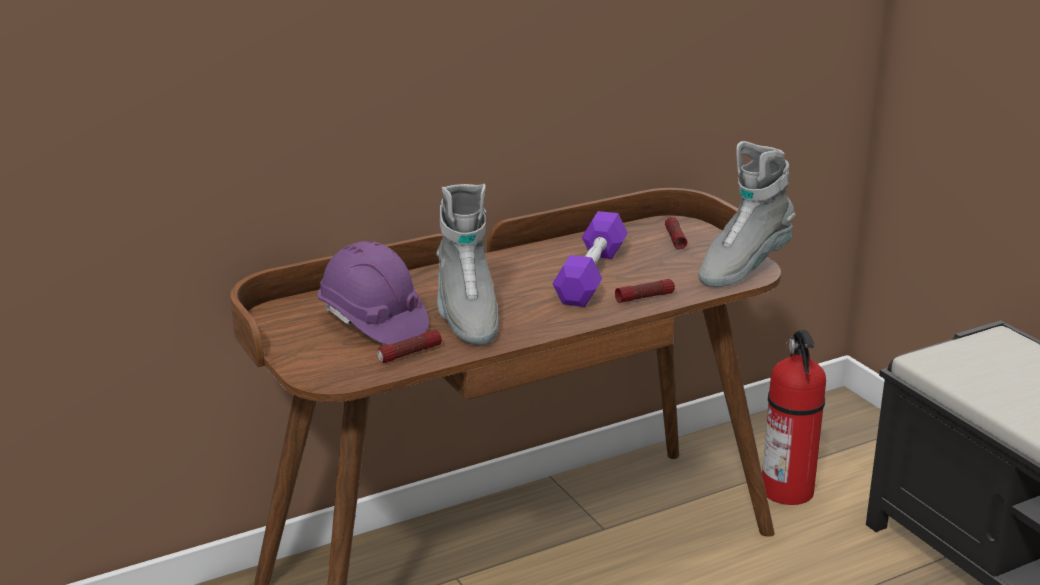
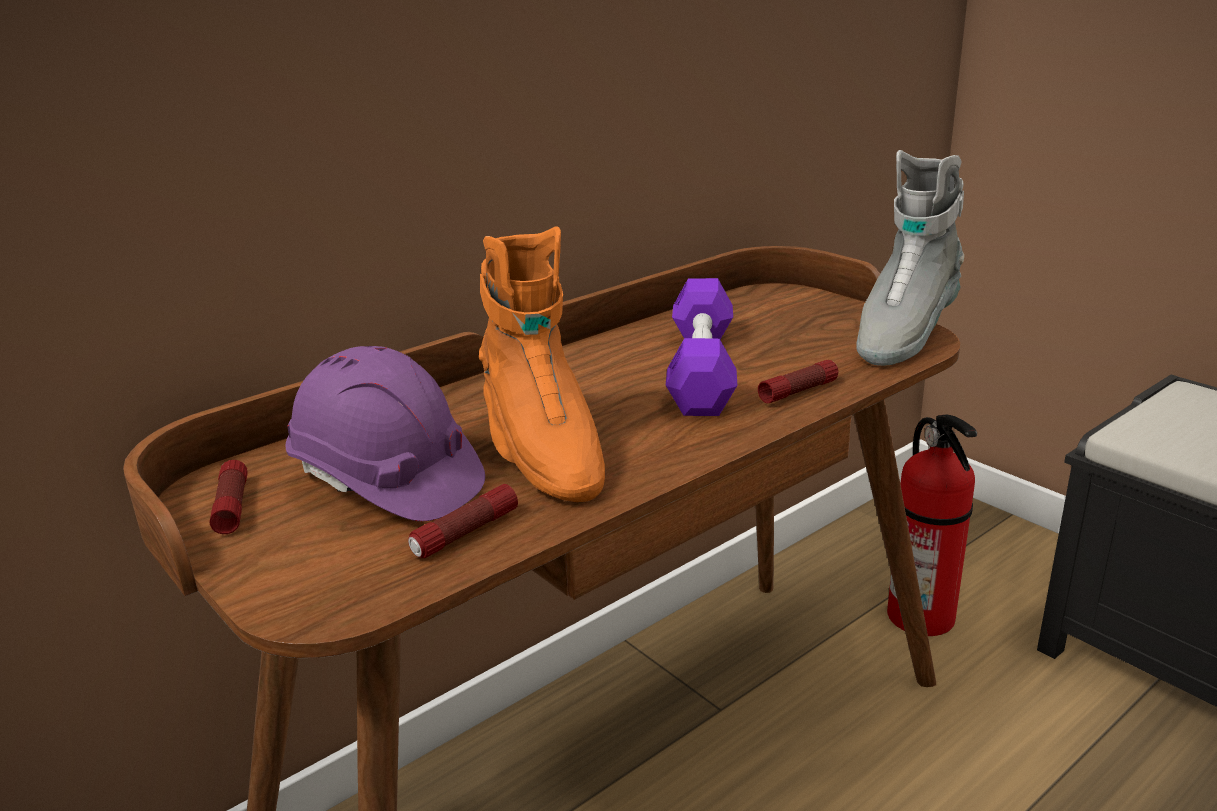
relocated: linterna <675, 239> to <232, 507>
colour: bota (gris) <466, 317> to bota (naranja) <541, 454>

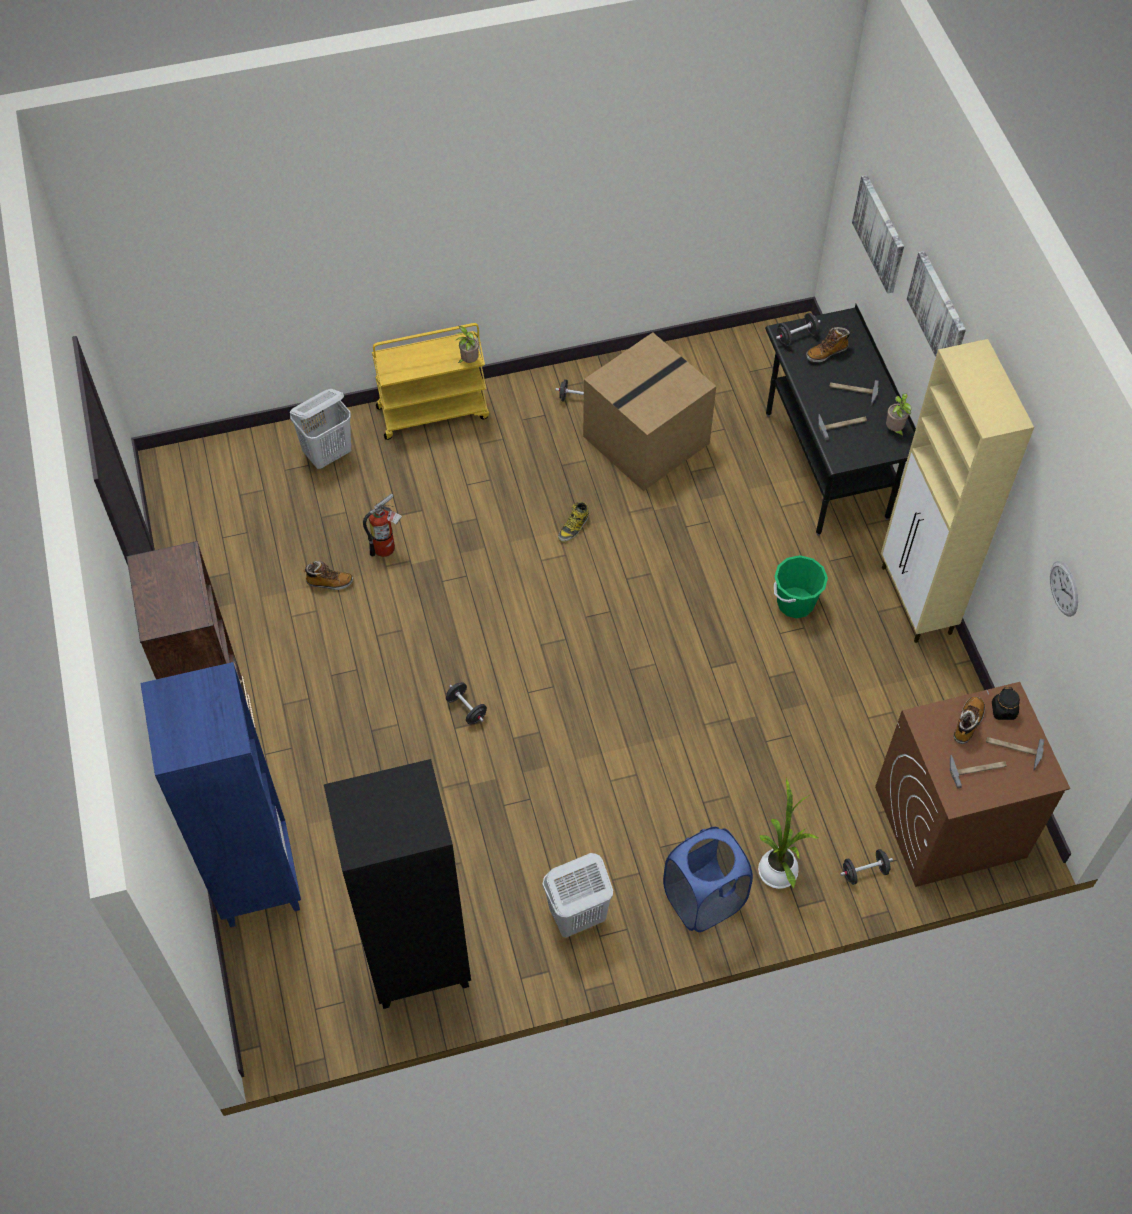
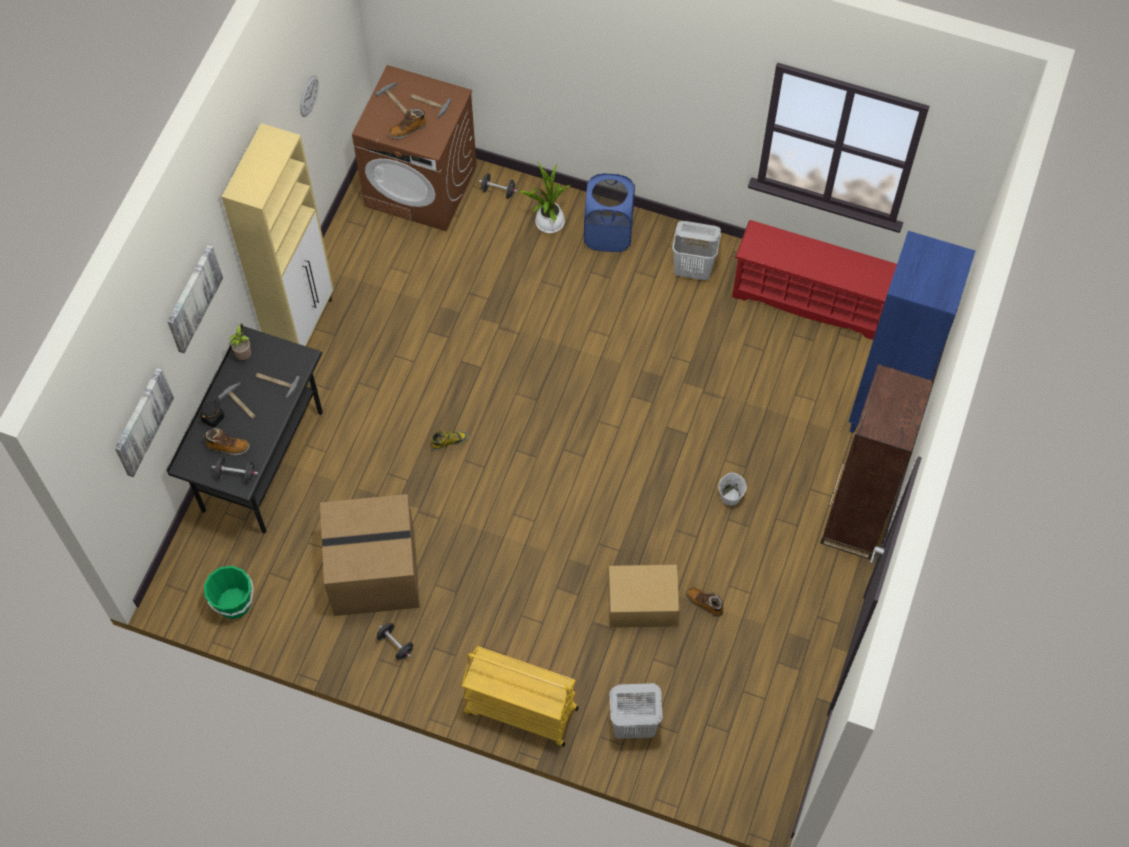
missing: planta en maceta <468, 361>; mancuerna (negro) <466, 709>
appeared: cubo (blanco) <730, 496>
relocated: bota <573, 527> to <449, 441>; cubo (verde) <795, 603> to <234, 603>; tarro (negro) <1003, 710> to <213, 417>
exchanged: extintor <387, 548> to caja de cartón <641, 605>; estantería (negro) <418, 965> to zapatero (rojo) <811, 300>

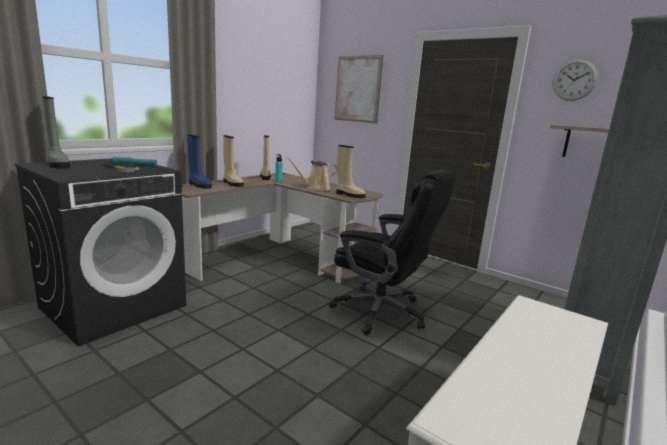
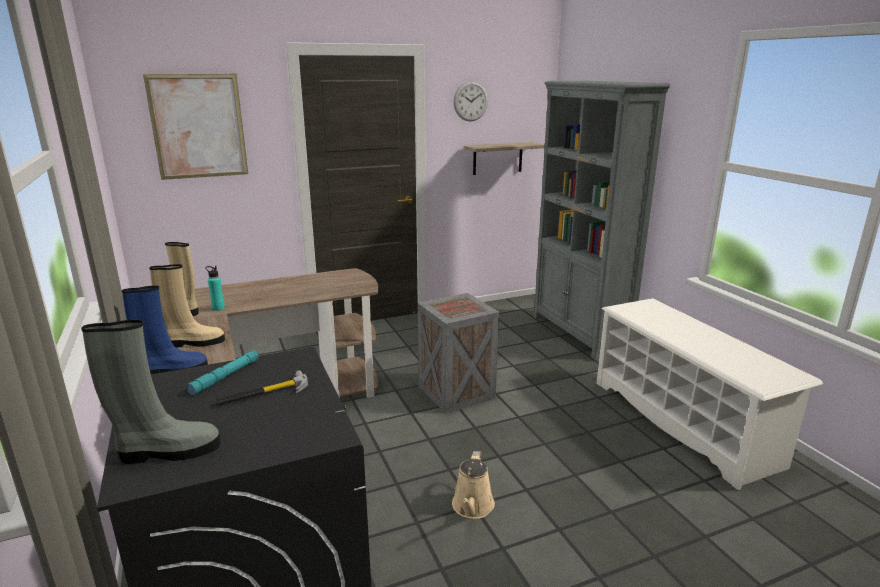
missing: bota (beis) <349, 195>
relocated: regadera (beis) <315, 188> to <472, 507>
exchanged: silla de oficina (negro) <381, 312> to caja de embalaje <458, 392>

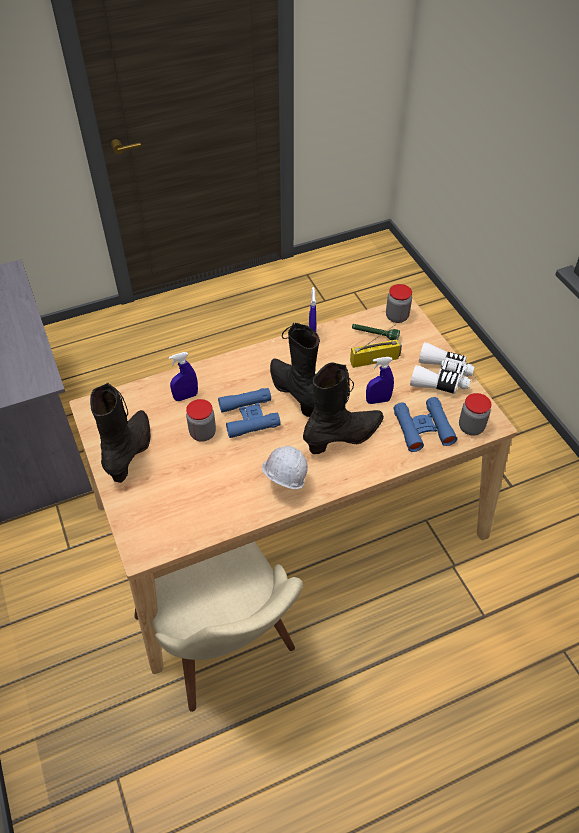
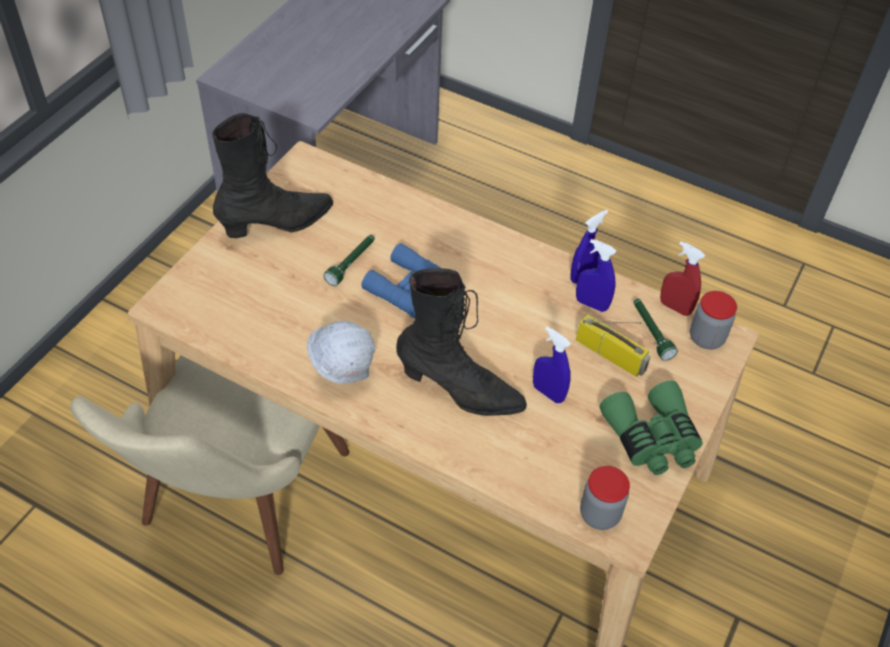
missing: bota (negro) <294, 393>; prismáticos (azul) <423, 428>
appeared: pulverizador (rojo) <675, 307>
relocated: pulverizador (azul) <186, 396> to <591, 304>
exchanged: tarro <202, 433> to linterna (verde) <351, 264>
colour: prismáticos (blanco) <441, 377> to prismáticos (verde) <652, 438>

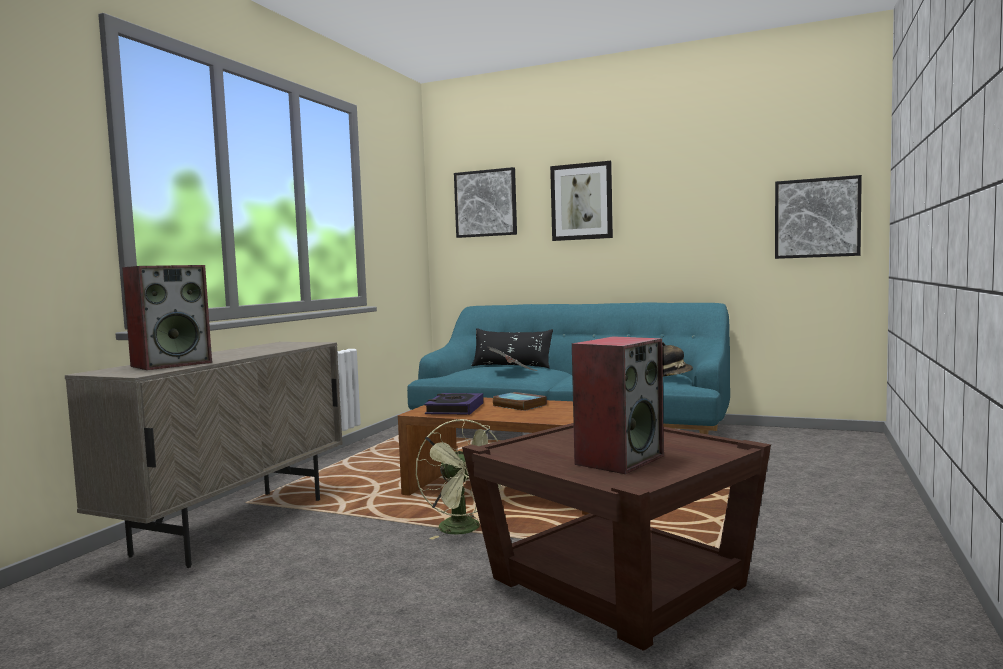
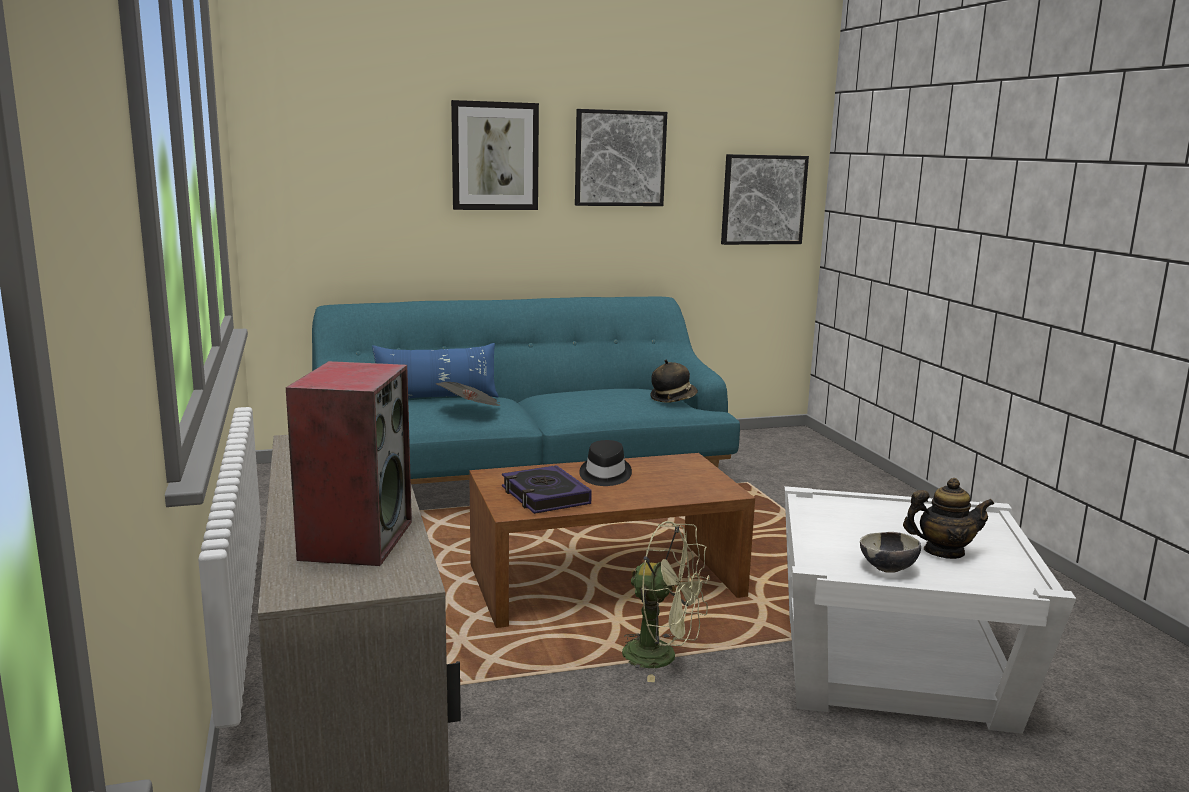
appeared: cuenco <887, 569>
relocated: cuadro <486, 203> to <619, 158>
exchanged: altavoz <619, 459> to tetera <943, 552>; libro <518, 405> to sombrero (negro) <604, 475>
colour: cojín (negro) <511, 366> to cojín (azul) <436, 398>; mesa auxiliar (marrón) <615, 583> to mesa auxiliar (blanco) <894, 672>

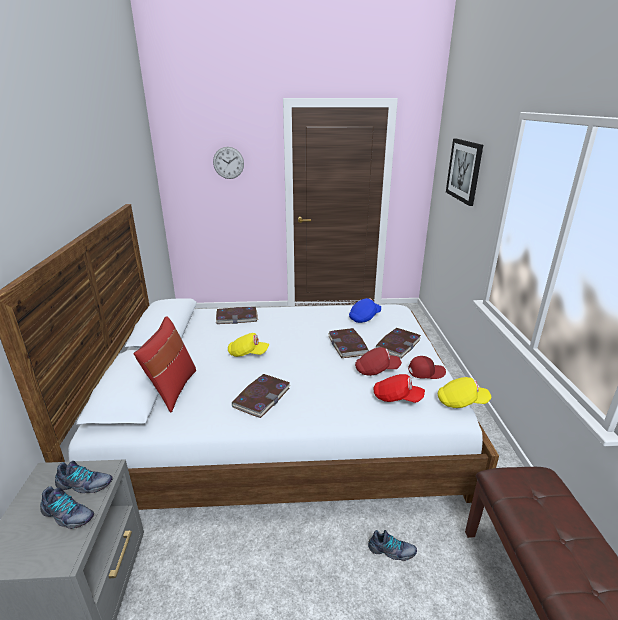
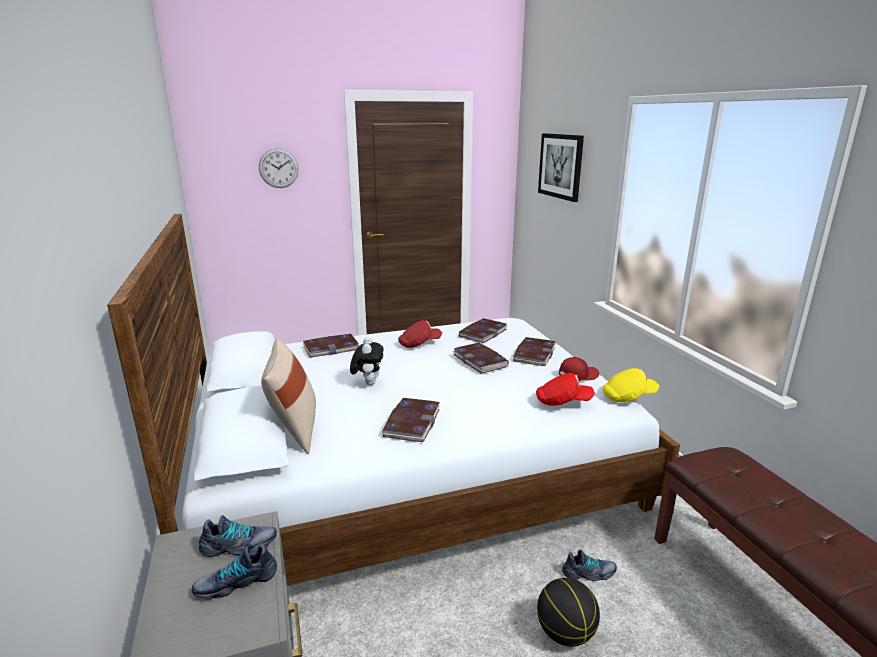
appeared: balón de baloncesto <565, 633>
relocated: gorra (rojo) <376, 370> to <419, 344>
exchanged: gorra (azul) <364, 317> to libro <483, 333>; gorra (amarillo) <248, 353> to peluche <368, 382>
colour: cojín (rojo) <172, 389> to cojín (beis) <294, 430>
spun: zapato <67, 515> = <236, 582> 150 degrees clockwise

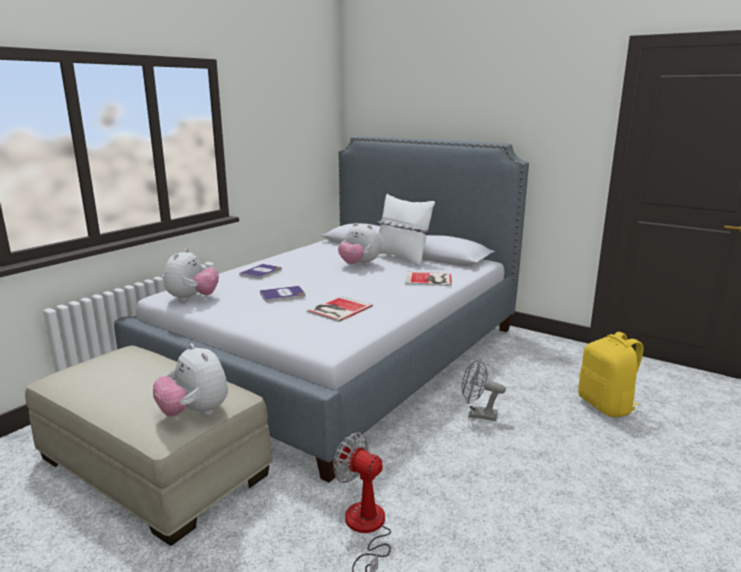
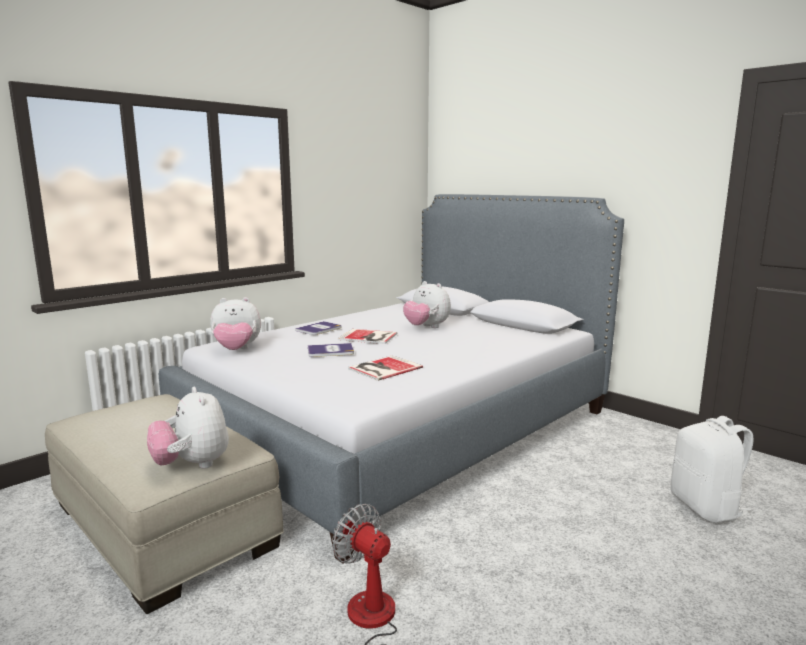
missing: cojín (blanco) <402, 258>; ventilador (gris) <477, 415>
relocated: libro <430, 279> to <369, 337>
colour: mochila (amarillo) <606, 406> to mochila (blanco) <706, 508>
spun: peluche <192, 299> = <236, 350> 60 degrees clockwise

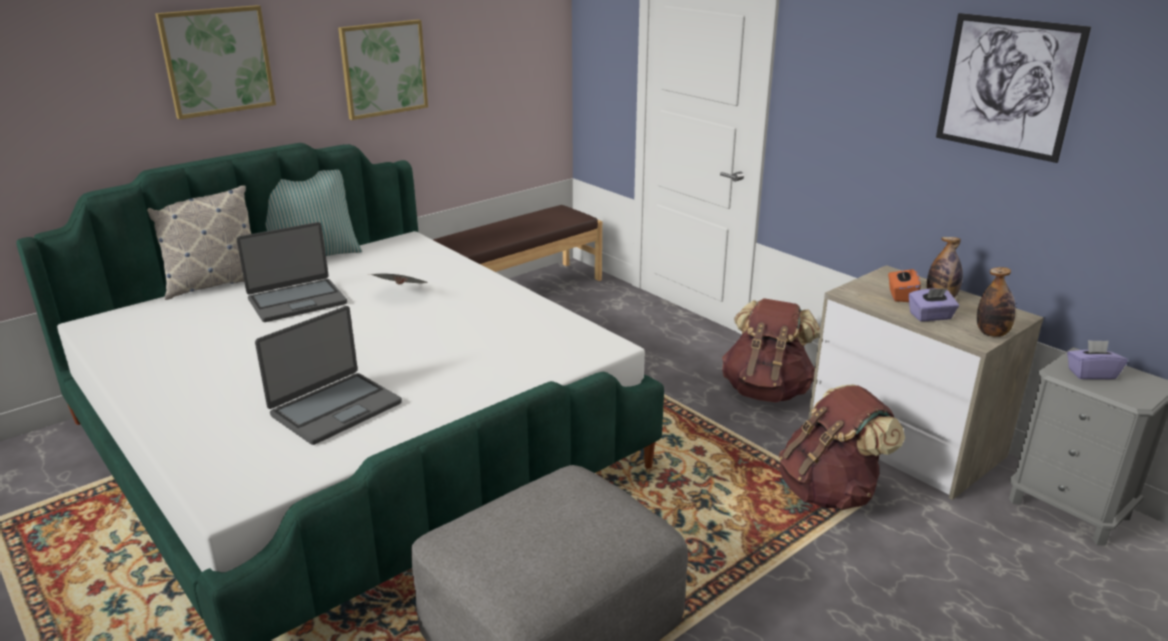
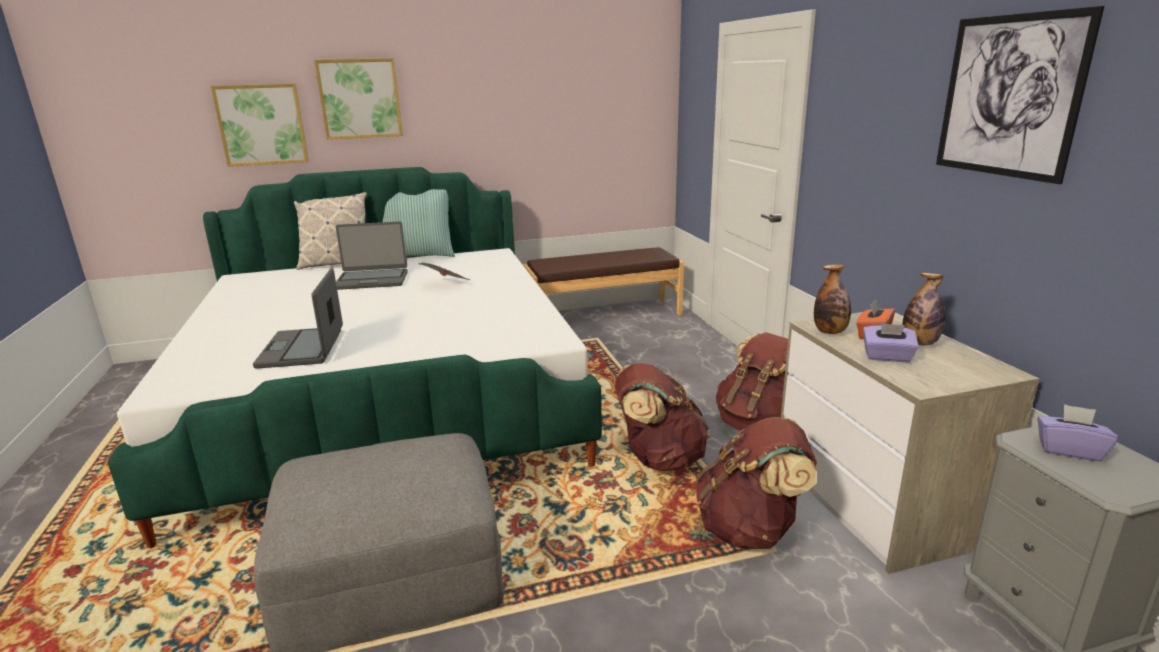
appeared: mochila (marrón) <659, 458>
relocated: cuadro <383, 68> to <262, 125>; botella <992, 333> to <830, 332>
spun: portátil <335, 408> = <303, 349> 105 degrees clockwise

